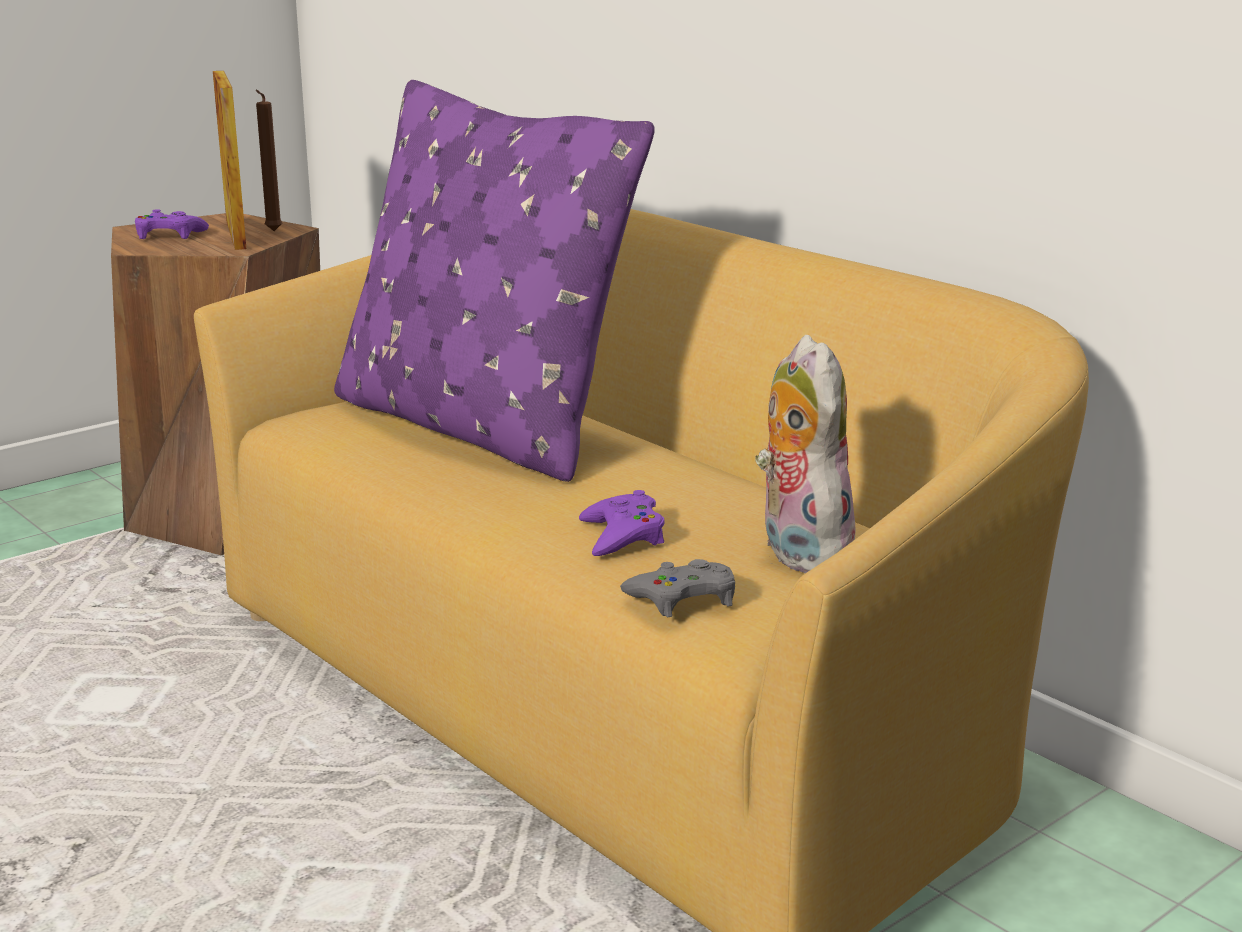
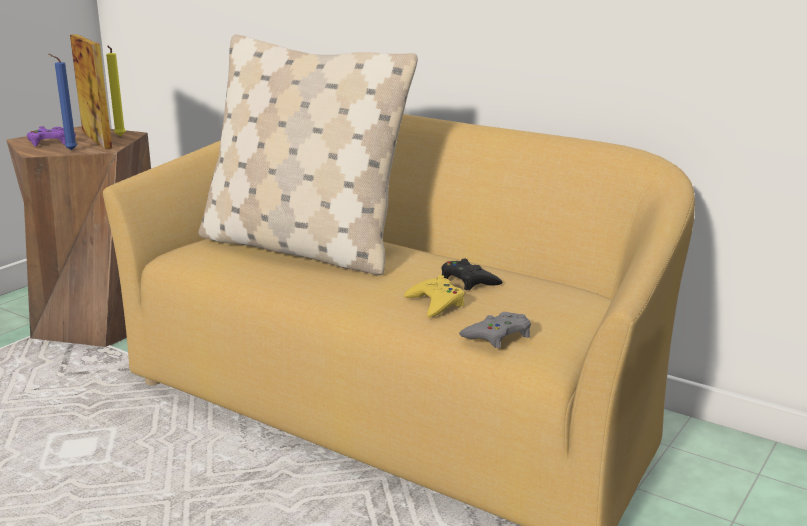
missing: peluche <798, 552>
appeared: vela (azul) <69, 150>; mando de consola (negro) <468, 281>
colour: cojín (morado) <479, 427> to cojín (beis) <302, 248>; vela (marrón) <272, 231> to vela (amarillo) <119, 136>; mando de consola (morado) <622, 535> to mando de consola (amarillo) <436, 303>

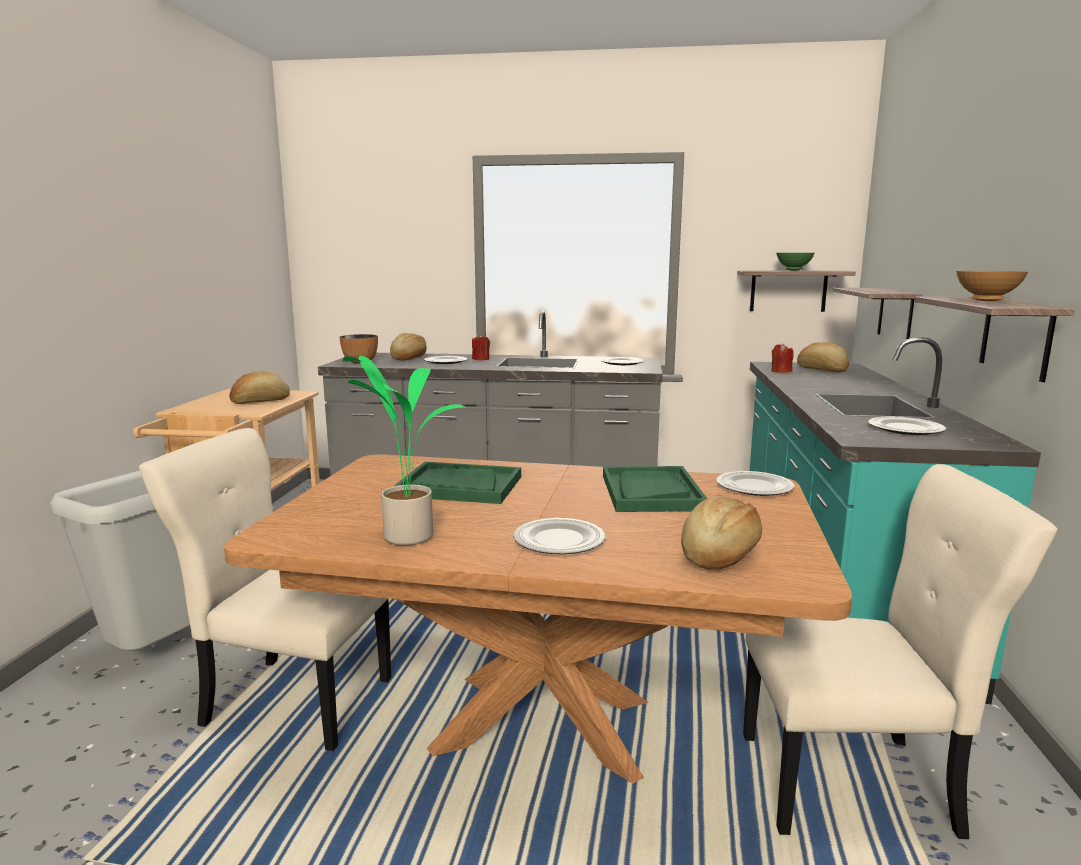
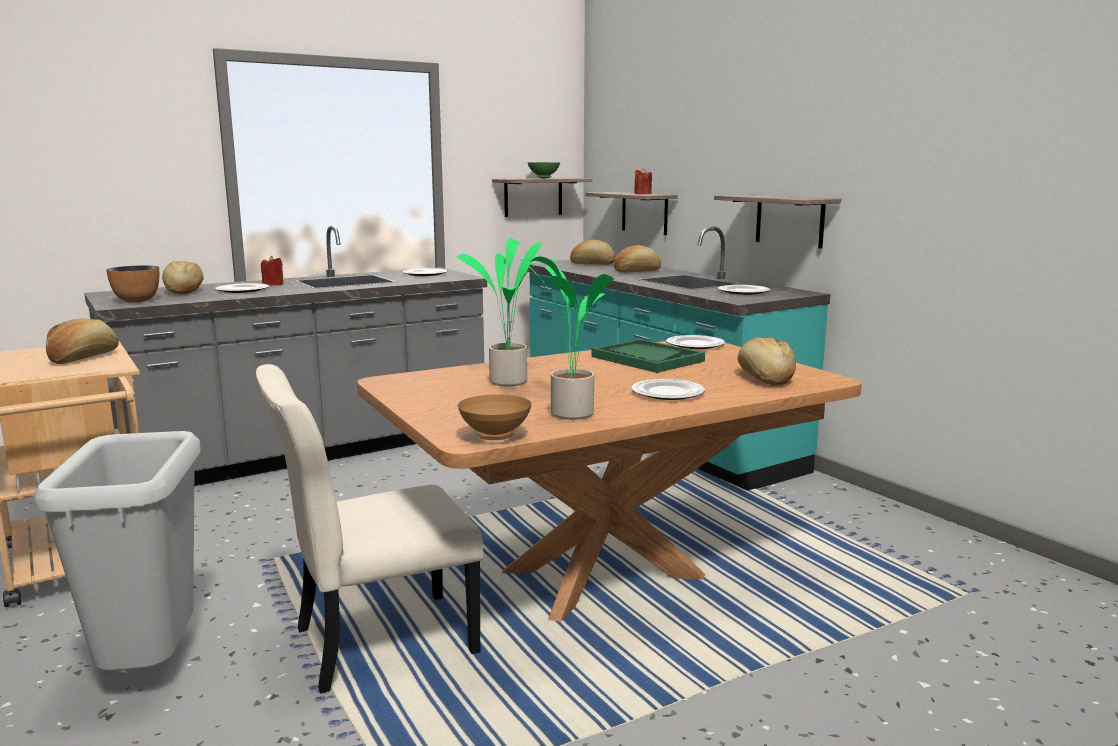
missing: silla (beis) <855, 784>
appeared: pan <637, 271>
relocated: cuenco (marrón) <985, 301> to <493, 438>; vela (rojo) <781, 371> to <642, 194>
exchanged: bandeja (verde) <459, 486> to planta en maceta <511, 382>

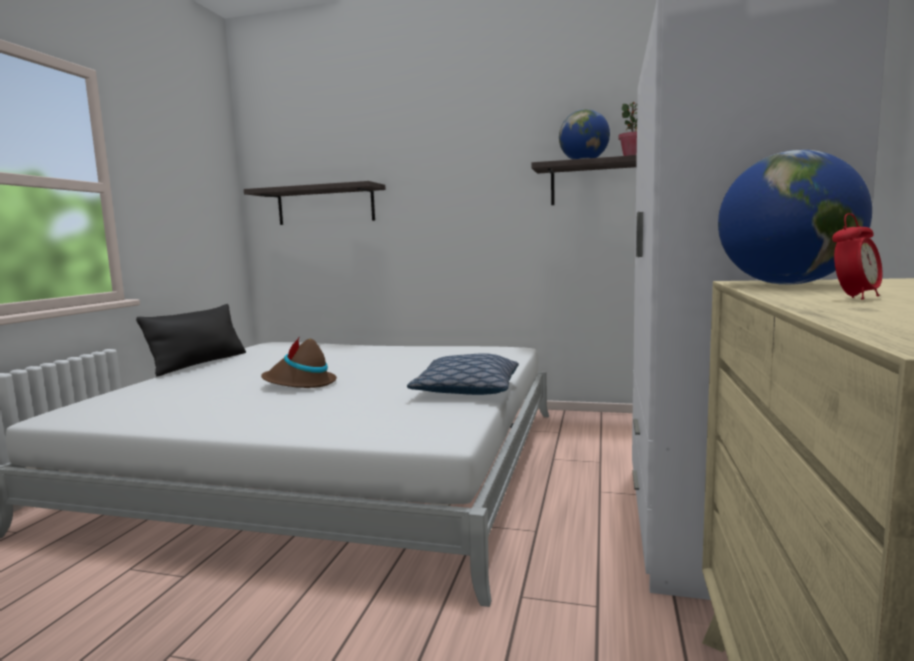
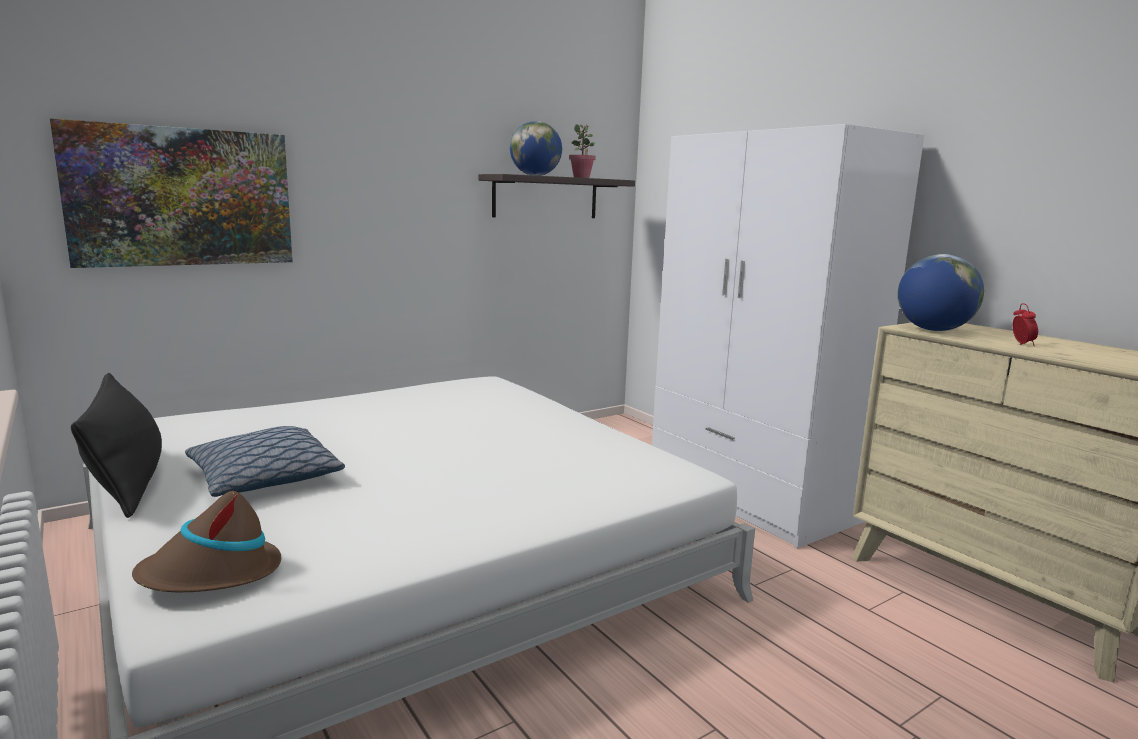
relocated: sombrero (marrón) <299, 384> to <212, 574>; cojín <466, 390> to <266, 478>
exchanged: estante <325, 205> to cuadro <182, 197>

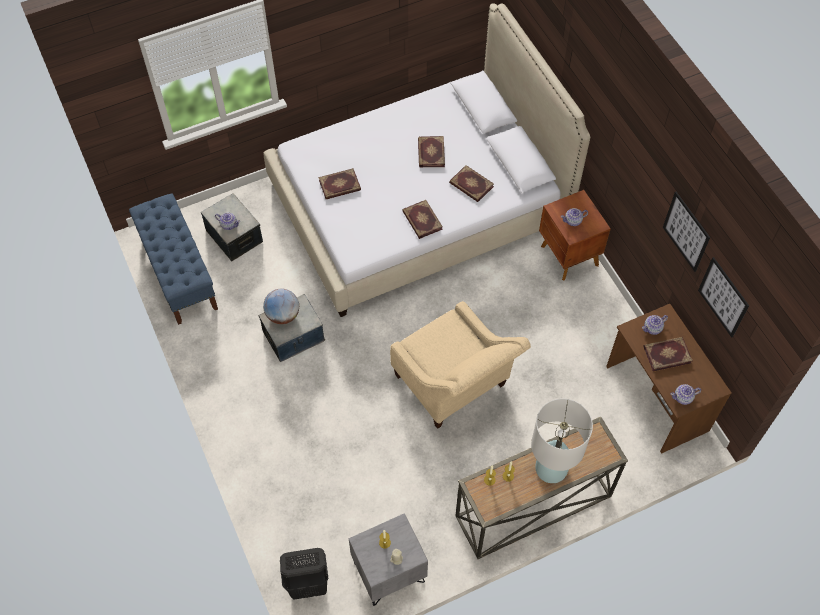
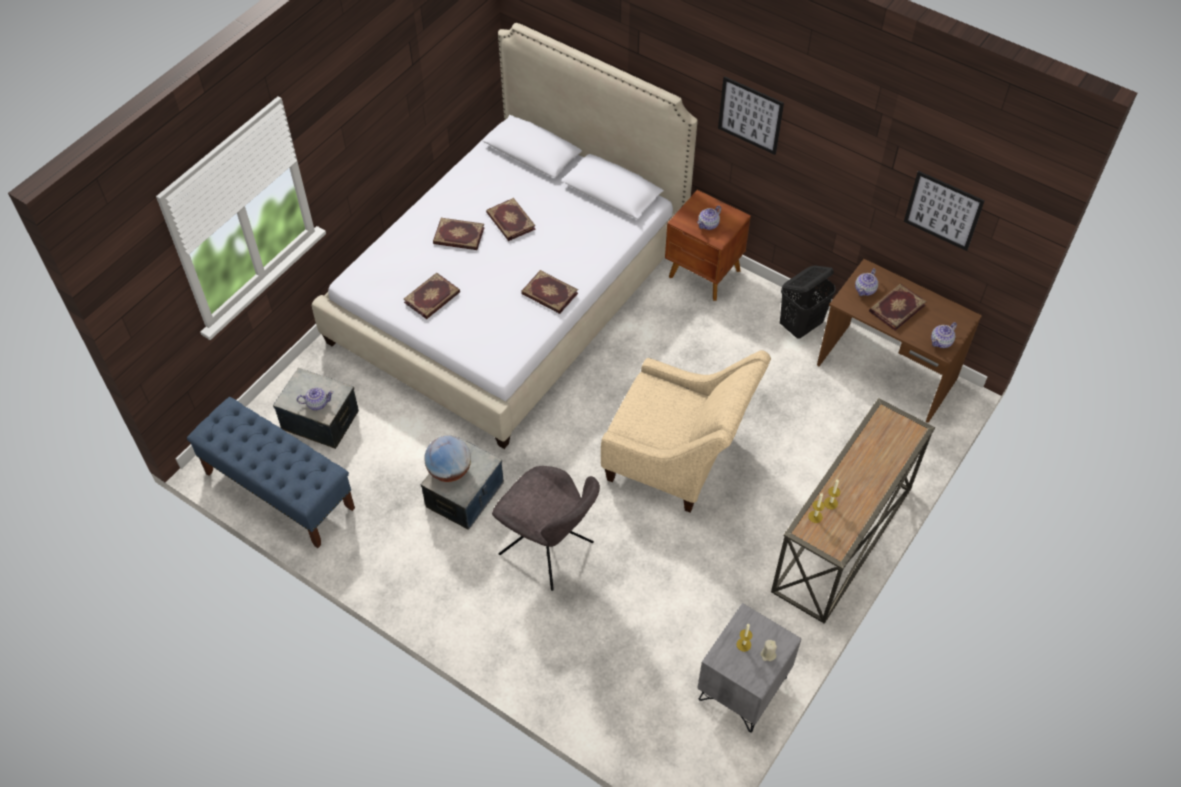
missing: lámpara de mesa (blanco) <551, 469>
appeared: silla (gris) <549, 550>
relocated: libro <471, 185> to <458, 236>; cuadro <686, 231> to <750, 115>; cesto de la ropa (negro) <309, 585> to <801, 325>

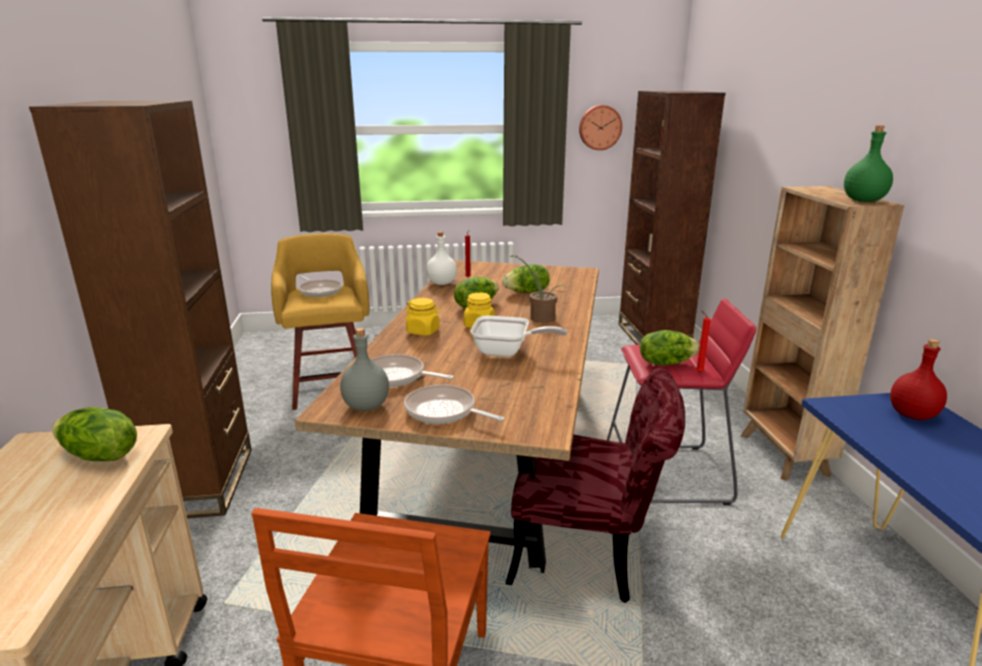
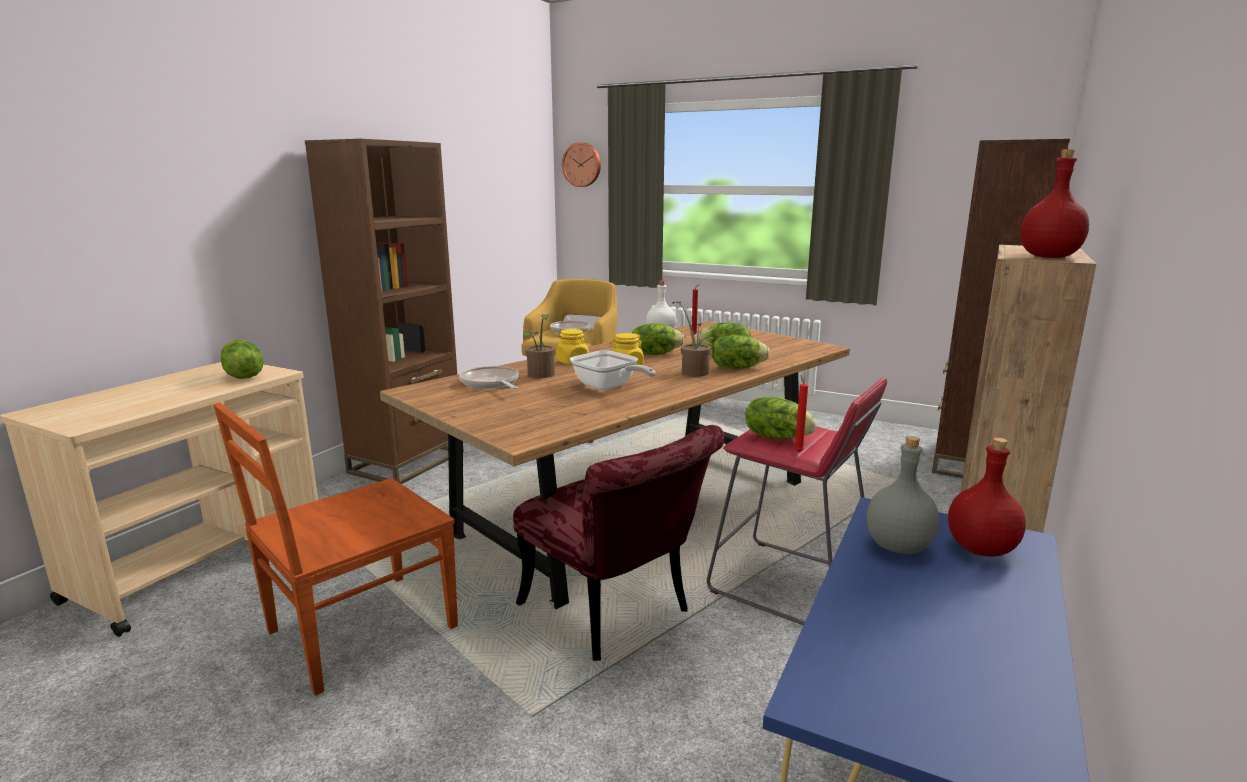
missing: sartén <444, 411>
appeared: planta en maceta <540, 375>; lechuga <737, 367>
relocated: reloj de pared <599, 127> to <582, 164>; botella (gris) <366, 406> to <897, 547>
colour: botella (verde) <863, 200> to botella (rojo) <1049, 257>

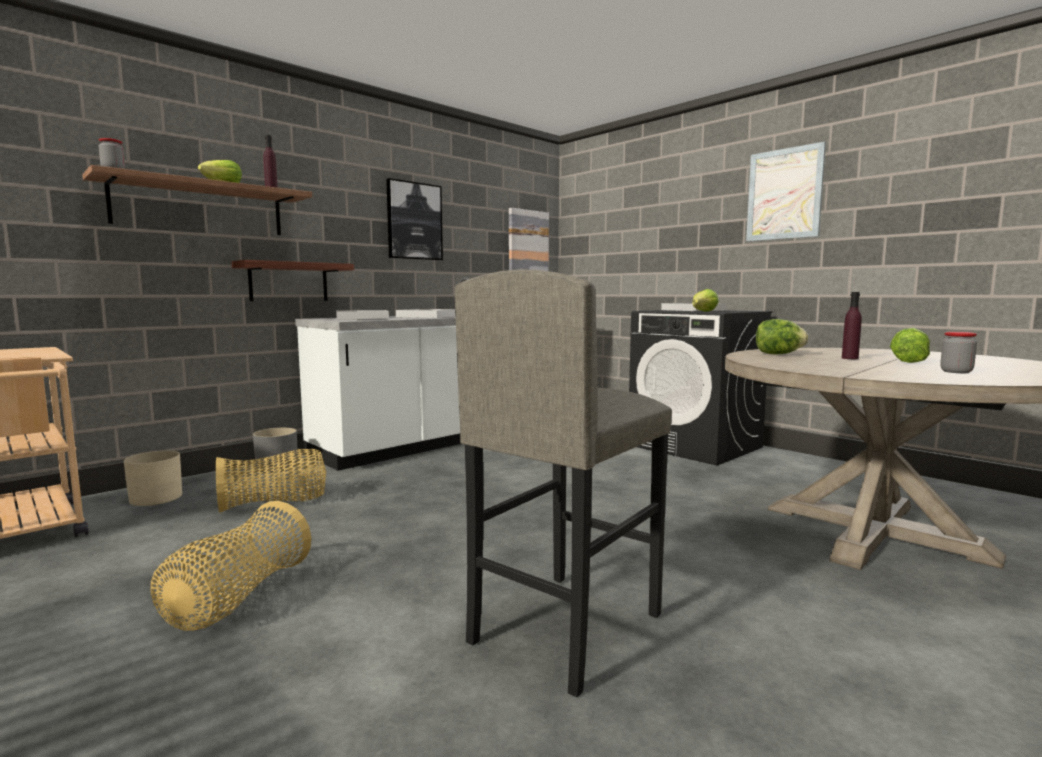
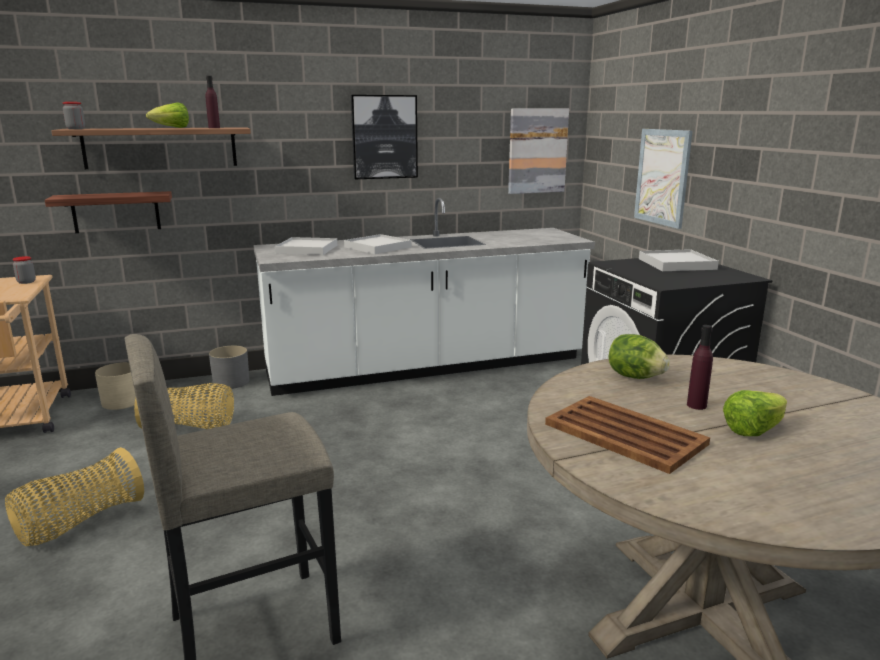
missing: lechuga <703, 311>
appeared: bandeja (marrón) <625, 434>
relocated: cuadro <784, 194> to <662, 177>; estante <289, 282> to <116, 212>; tarro <956, 372> to <26, 282>

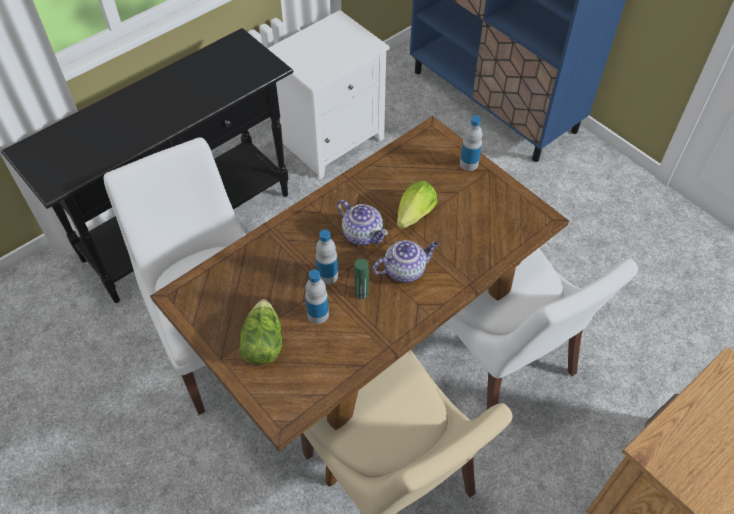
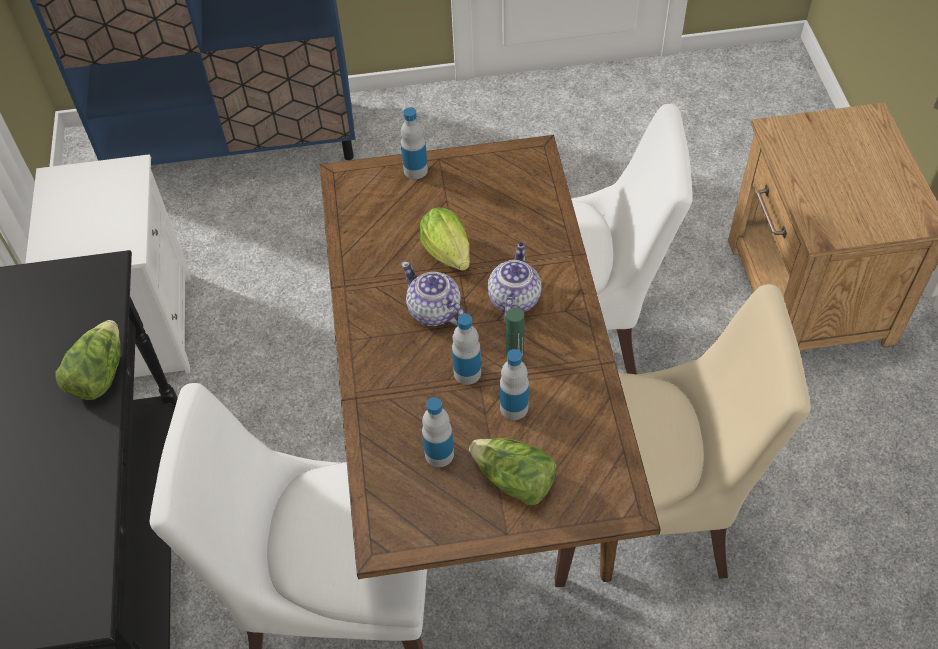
appeared: lechuga <98, 374>; botella <439, 454>
spun: tetera <362, 233> = <434, 312> 120 degrees counterclockwise

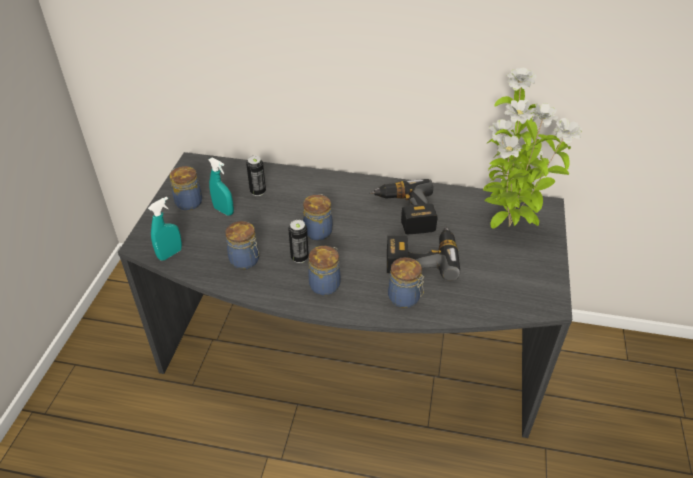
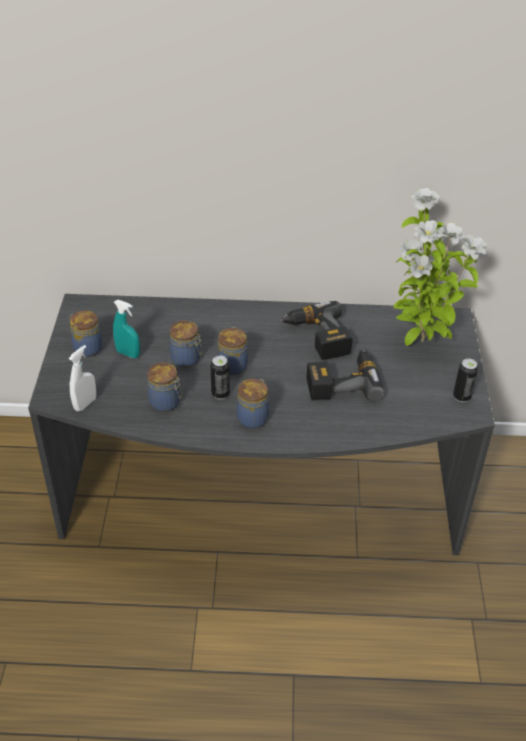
relocated: lata <258, 192> to <461, 397>; tarro <405, 298> to <187, 359>
colour: pulverizador (turquesa) <170, 254> to pulverizador (blanco) <85, 404>

